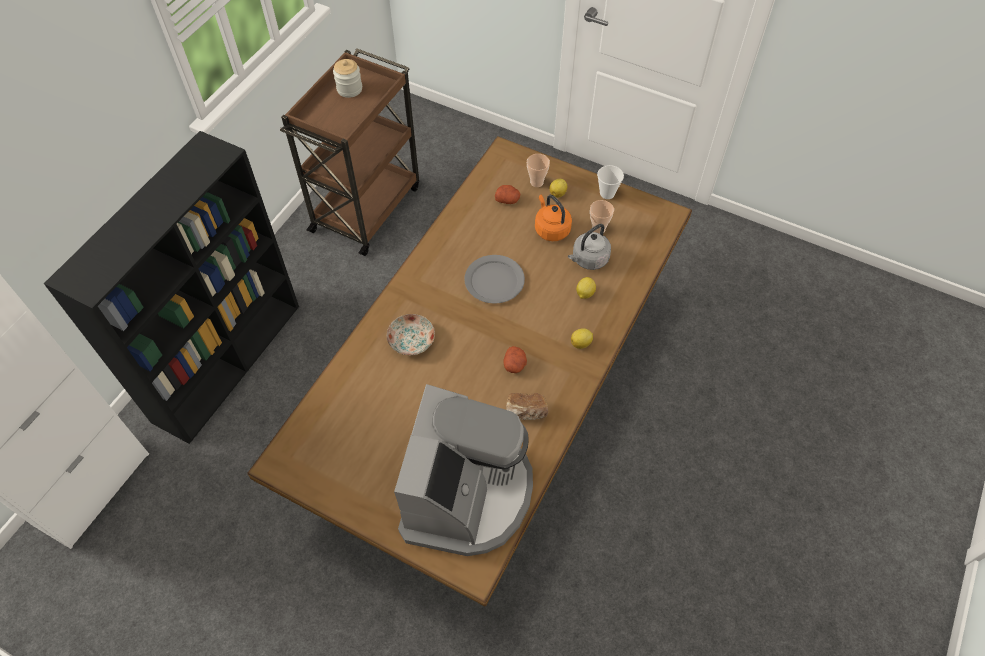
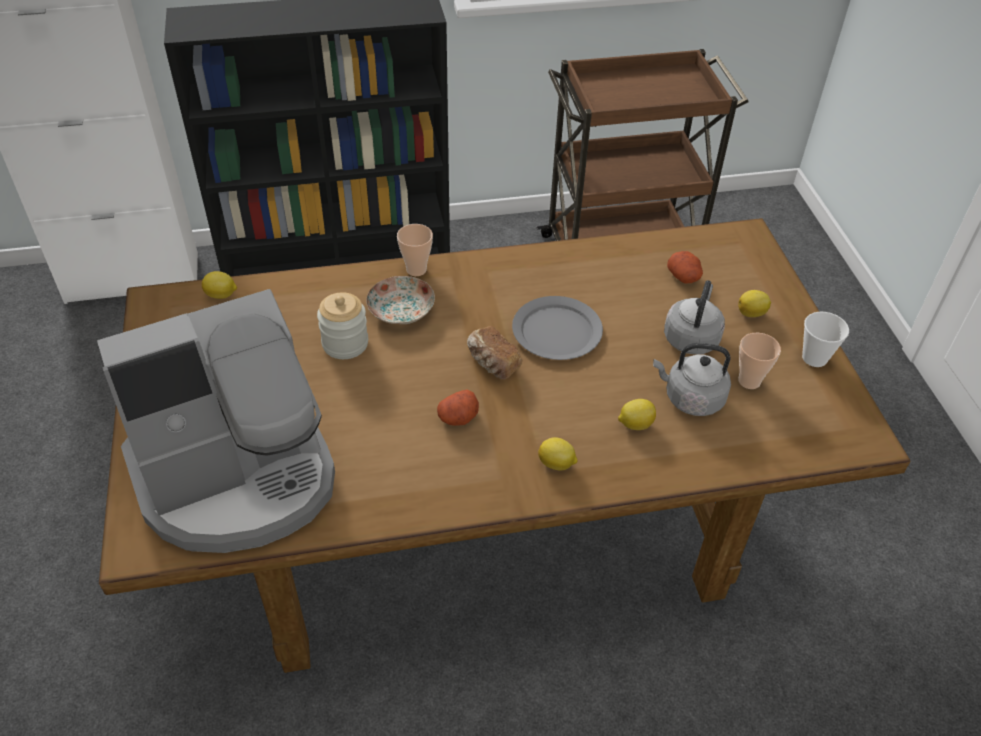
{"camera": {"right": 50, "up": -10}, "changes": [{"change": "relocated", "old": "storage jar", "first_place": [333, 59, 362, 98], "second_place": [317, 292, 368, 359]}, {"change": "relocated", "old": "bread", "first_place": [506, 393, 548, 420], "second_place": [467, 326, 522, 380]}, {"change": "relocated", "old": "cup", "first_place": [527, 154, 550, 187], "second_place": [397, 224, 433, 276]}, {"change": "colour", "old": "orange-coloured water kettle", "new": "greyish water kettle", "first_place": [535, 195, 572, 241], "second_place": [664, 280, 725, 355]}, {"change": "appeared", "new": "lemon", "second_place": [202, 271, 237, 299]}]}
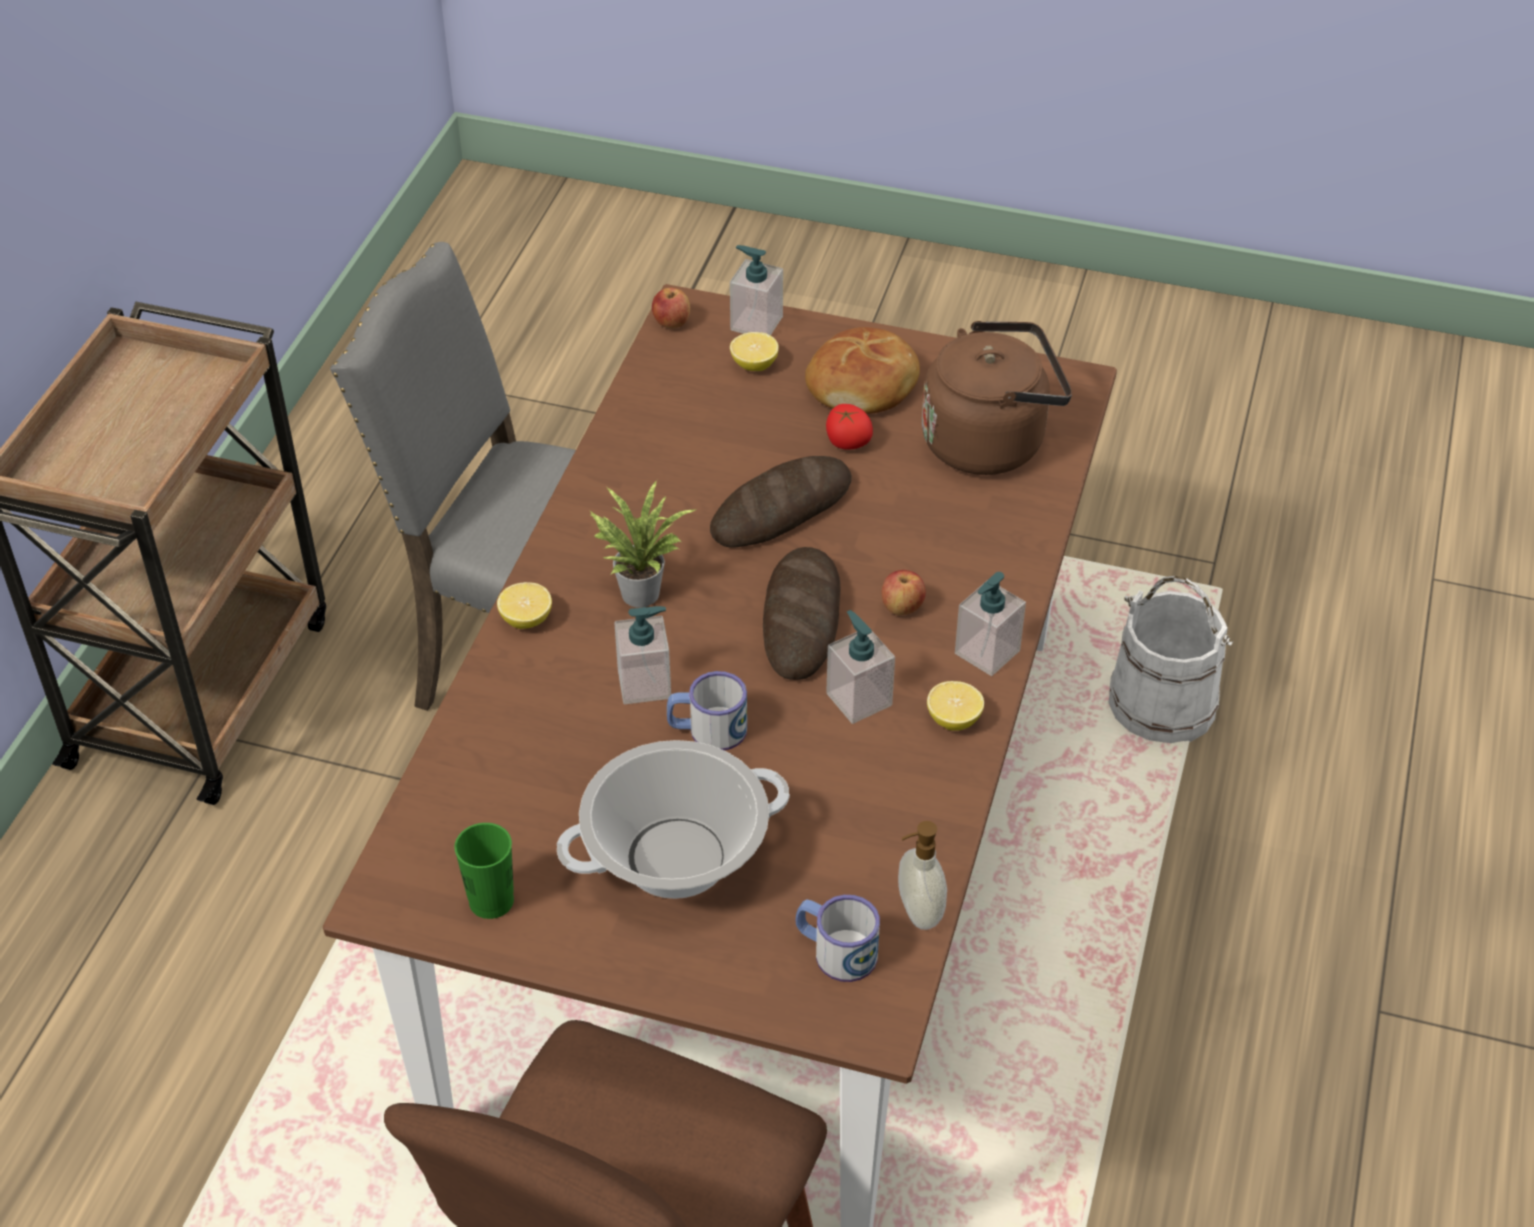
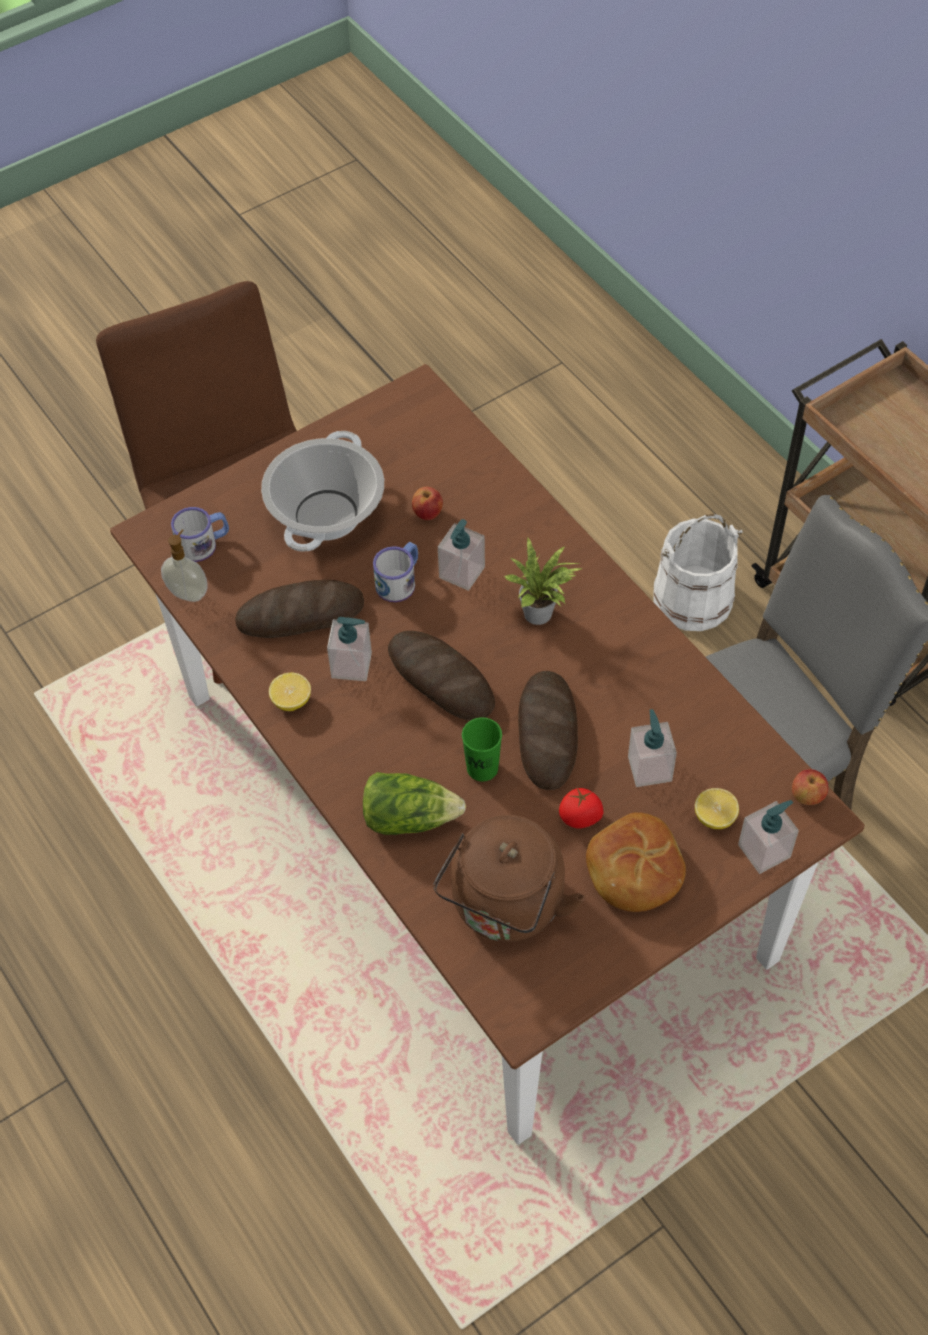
{"camera": {"right": 130, "up": 10}, "changes": [{"change": "relocated", "old": "green cup", "first_place": [454, 823, 514, 919], "second_place": [462, 717, 502, 782]}, {"change": "missing", "old": "lemon", "first_place": [497, 582, 552, 629]}, {"change": "relocated", "old": "whole apple", "first_place": [882, 570, 926, 615], "second_place": [412, 487, 443, 520]}, {"change": "relocated", "old": "soap dispenser", "first_place": [955, 572, 1026, 676], "second_place": [628, 709, 677, 787]}, {"change": "relocated", "old": "whitish pail", "first_place": [1109, 576, 1234, 743], "second_place": [653, 514, 743, 631]}, {"change": "appeared", "new": "bread", "second_place": [235, 580, 364, 638]}, {"change": "appeared", "new": "lettuce", "second_place": [363, 772, 466, 835]}]}
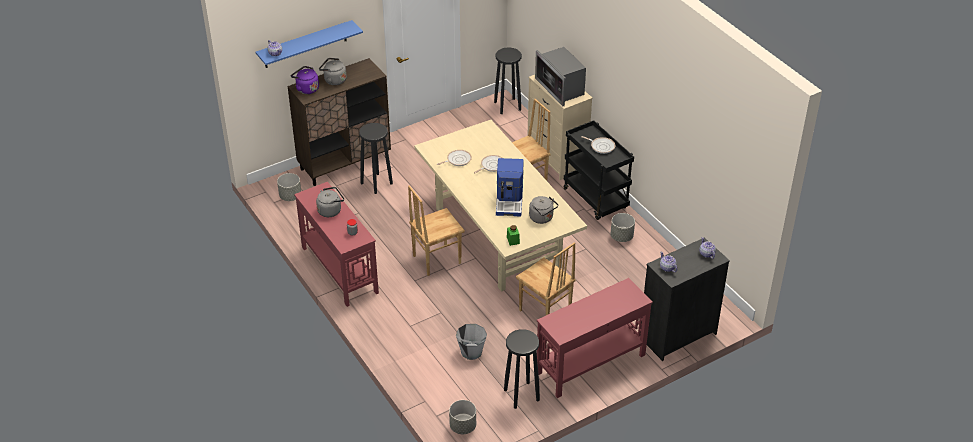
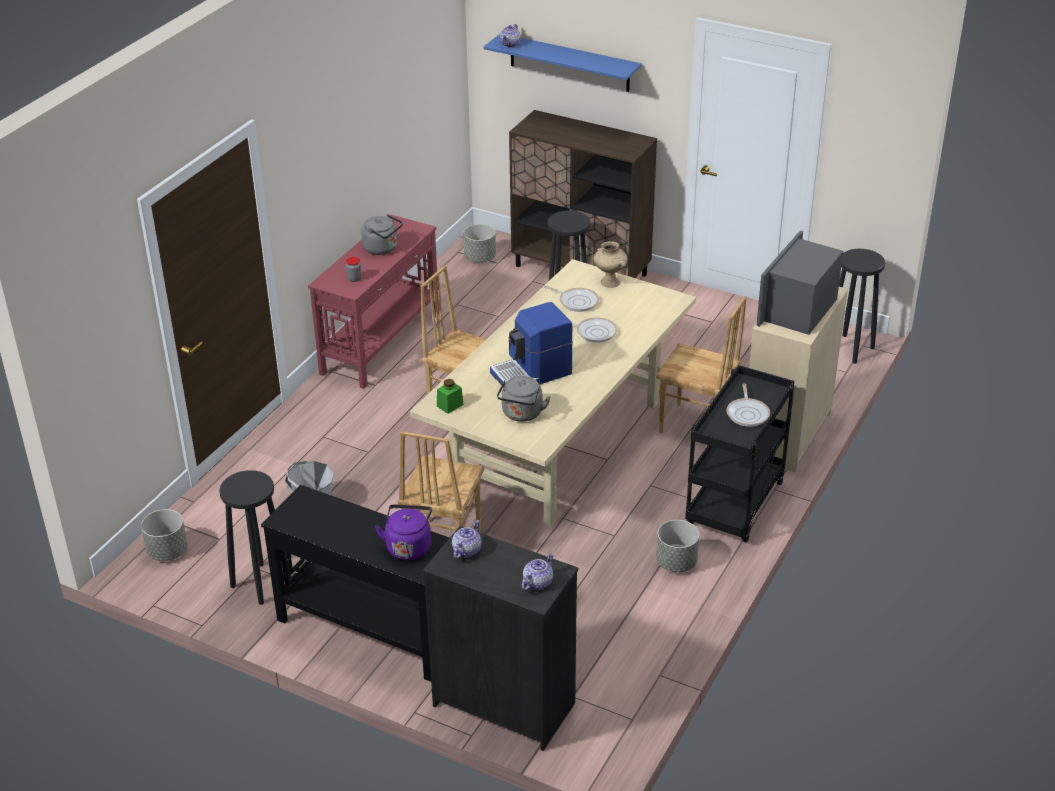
{"camera": {"right": 60, "up": -5}, "changes": [{"change": "relocated", "old": "purple water kettle", "first_place": [291, 66, 319, 94], "second_place": [375, 505, 432, 560]}, {"change": "missing", "old": "greyish water kettle", "first_place": [319, 58, 347, 85]}, {"change": "colour", "old": "red-coloured console table", "new": "blackish console table", "first_place": [537, 278, 653, 398], "second_place": [261, 485, 449, 682]}, {"change": "appeared", "new": "sand-coloured flower vase", "second_place": [593, 241, 628, 288]}]}
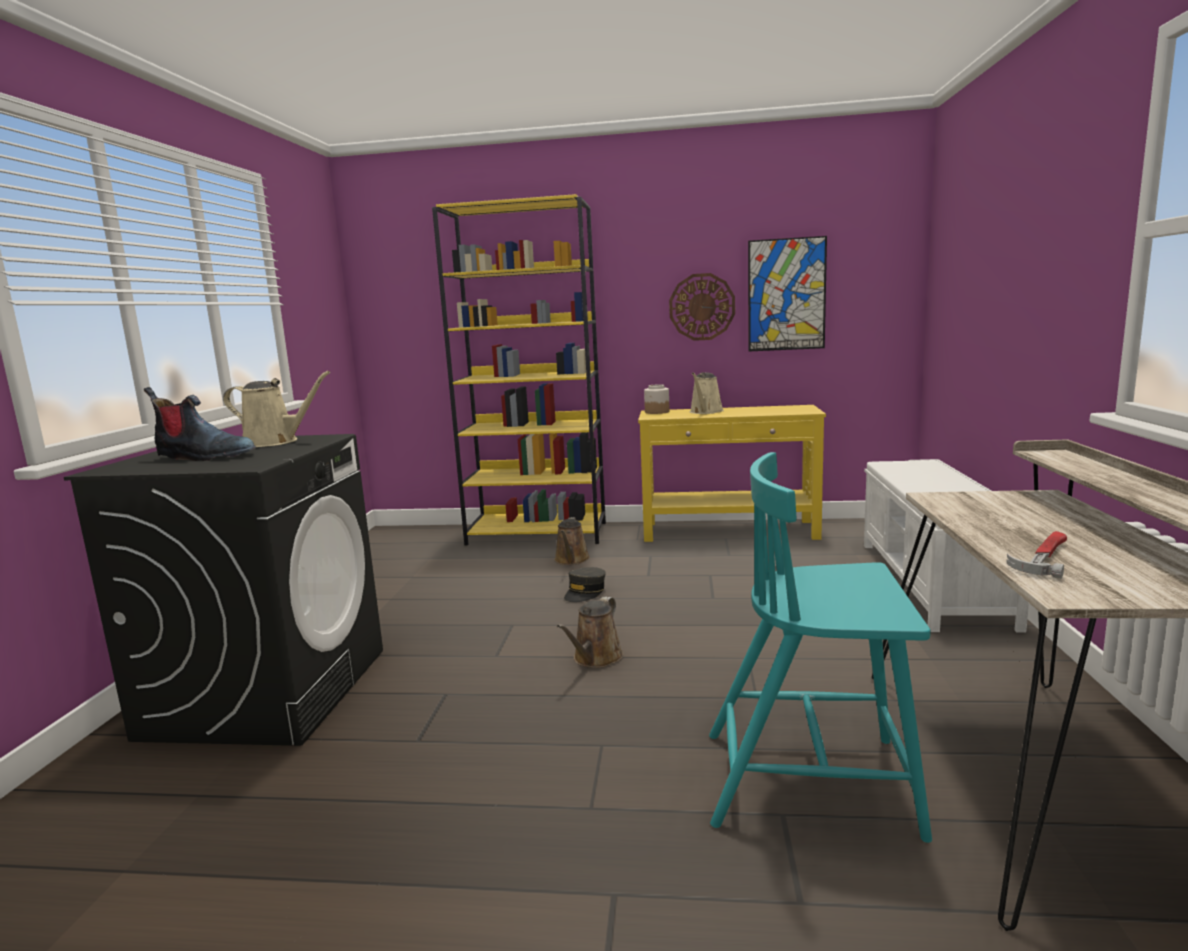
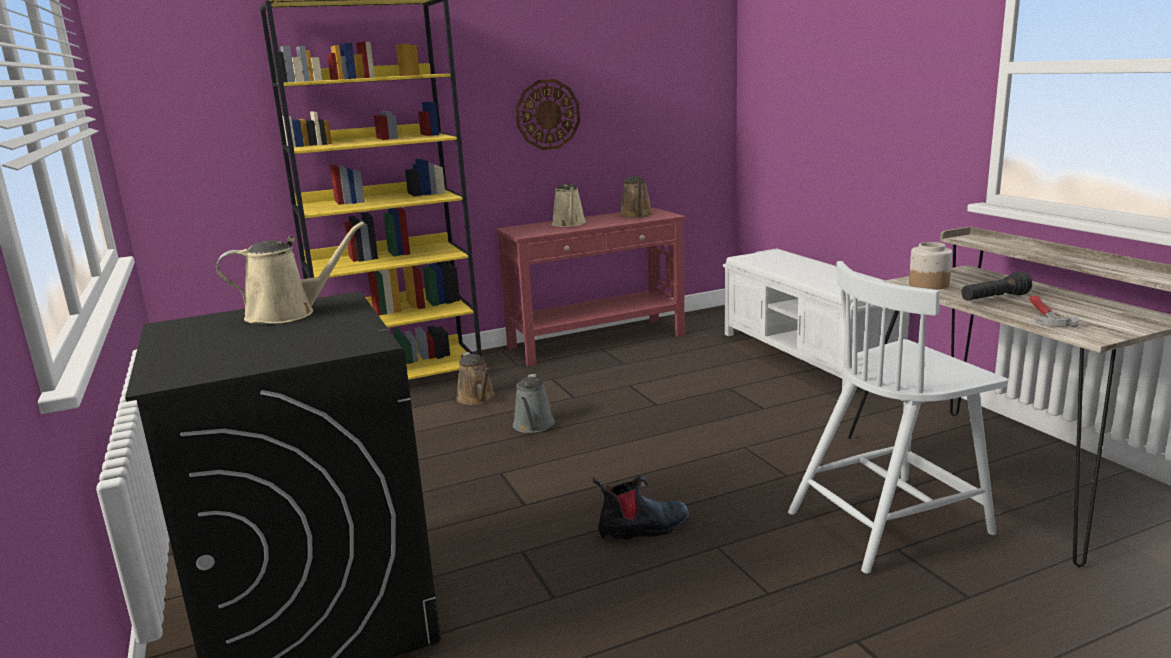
{"camera": {"right": -30, "up": 5}, "changes": [{"change": "relocated", "old": "boot", "first_place": [144, 387, 256, 461], "second_place": [592, 476, 689, 539]}, {"change": "relocated", "old": "brown watering can", "first_place": [557, 596, 624, 668], "second_place": [620, 176, 653, 218]}, {"change": "exchanged", "old": "greyish baseball cap", "new": "greyish watering can", "first_place": [564, 567, 606, 602], "second_place": [513, 374, 555, 433]}, {"change": "colour", "old": "yellowish console table", "new": "red-coloured console table", "first_place": [638, 405, 826, 542], "second_place": [496, 208, 685, 366]}, {"change": "relocated", "old": "storage jar", "first_place": [644, 384, 669, 414], "second_place": [909, 242, 952, 290]}, {"change": "colour", "old": "turquoise-coloured upright chair", "new": "whitish upright chair", "first_place": [709, 452, 932, 843], "second_place": [788, 261, 1008, 574]}, {"change": "missing", "old": "wall picture", "first_place": [748, 236, 827, 351]}, {"change": "appeared", "new": "blackish hand torch", "second_place": [961, 271, 1032, 301]}]}
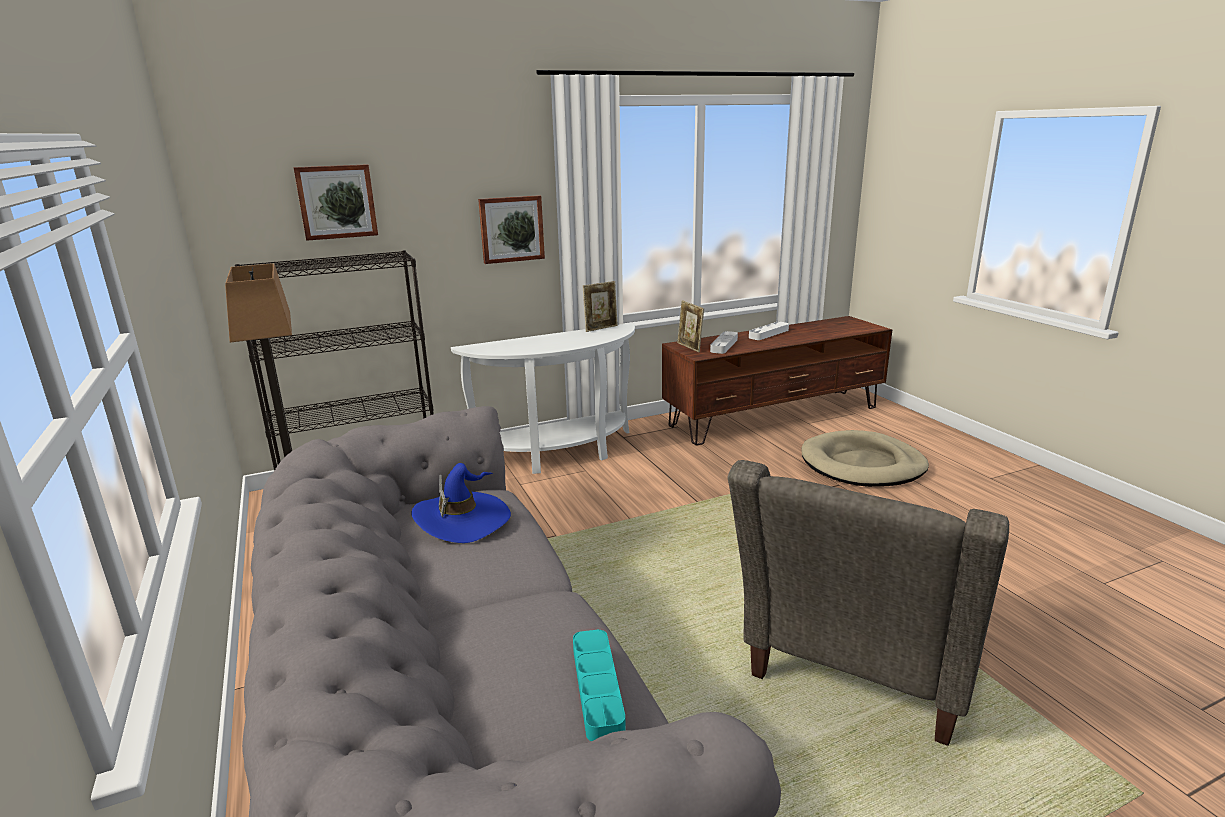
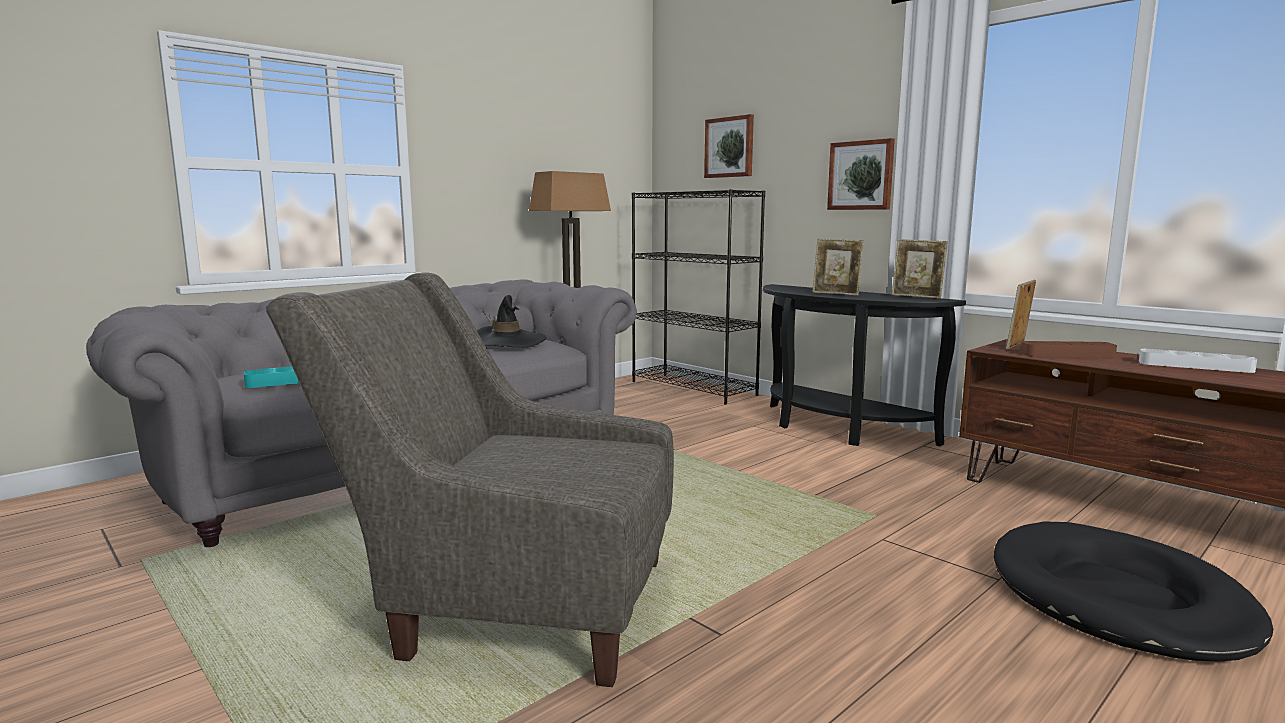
{"camera": {"right": 70, "up": -10}, "changes": [{"change": "colour", "old": "bluish hat", "new": "blackish hat", "first_place": [412, 463, 511, 543], "second_place": [477, 295, 546, 348]}, {"change": "colour", "old": "whitish console table", "new": "blackish console table", "first_place": [451, 323, 635, 474], "second_place": [763, 284, 966, 446]}, {"change": "colour", "old": "greyish tray", "new": "brown tray", "first_place": [710, 331, 738, 354], "second_place": [1020, 341, 1117, 357]}, {"change": "colour", "old": "sand-coloured dog cushion", "new": "blackish dog cushion", "first_place": [802, 430, 929, 487], "second_place": [994, 521, 1273, 662]}, {"change": "appeared", "new": "picture frame", "second_place": [813, 238, 864, 296]}]}
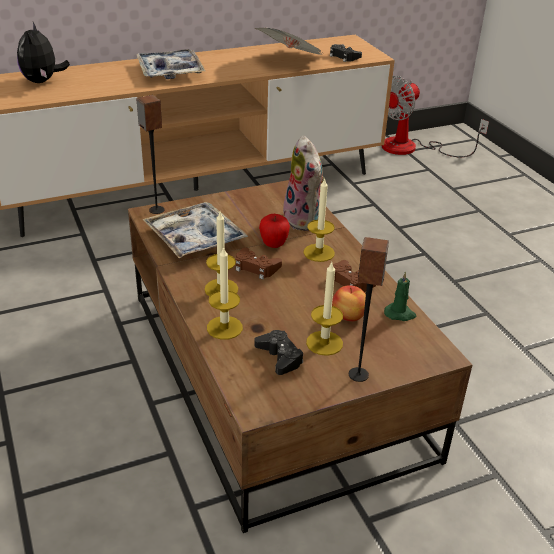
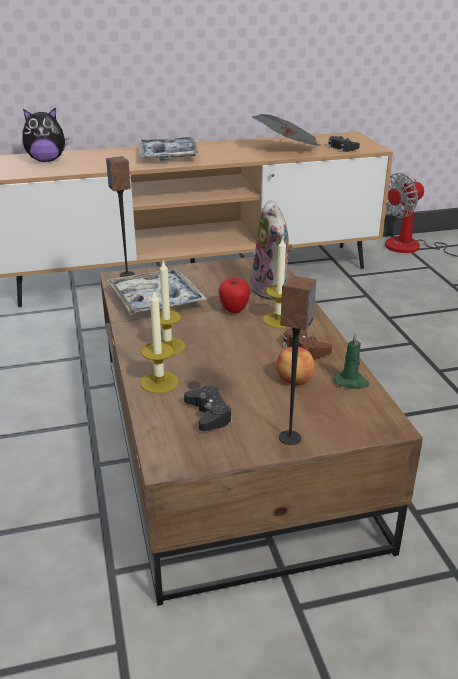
{"camera": {"right": 10, "up": -5}, "changes": [{"change": "spun", "old": "cuddly toy", "first_place": [17, 22, 70, 83], "second_place": [22, 108, 69, 162], "degrees": -105}, {"change": "missing", "old": "brown joypad", "first_place": [236, 247, 282, 279]}, {"change": "missing", "old": "wax candle", "first_place": [306, 262, 343, 356]}]}
